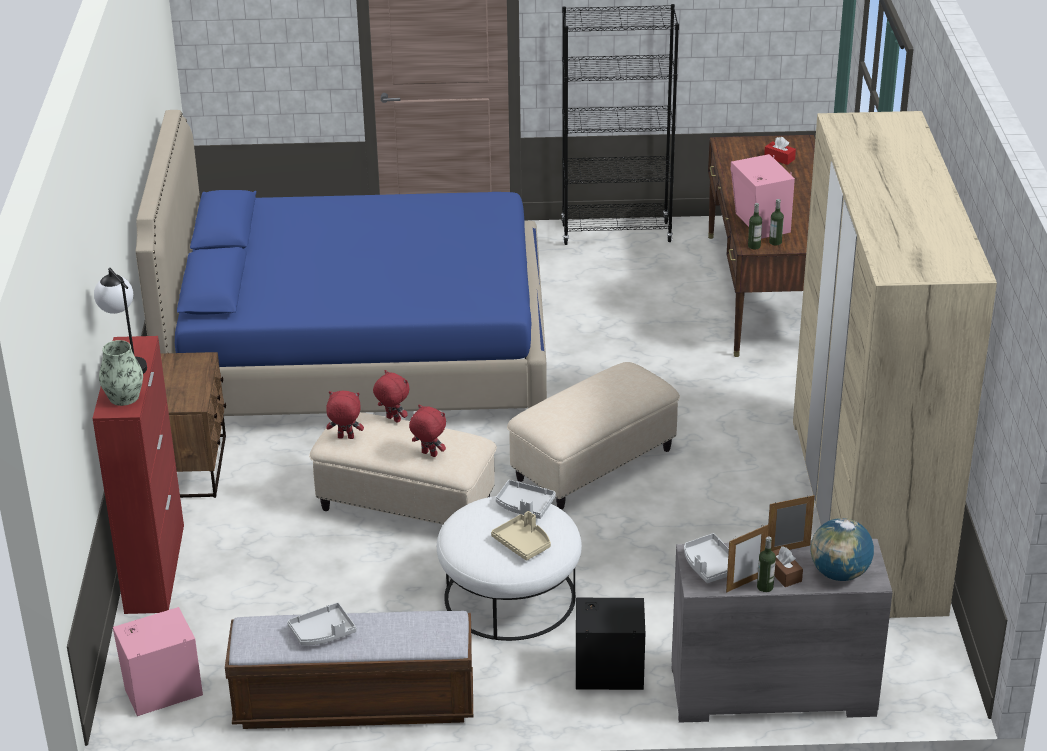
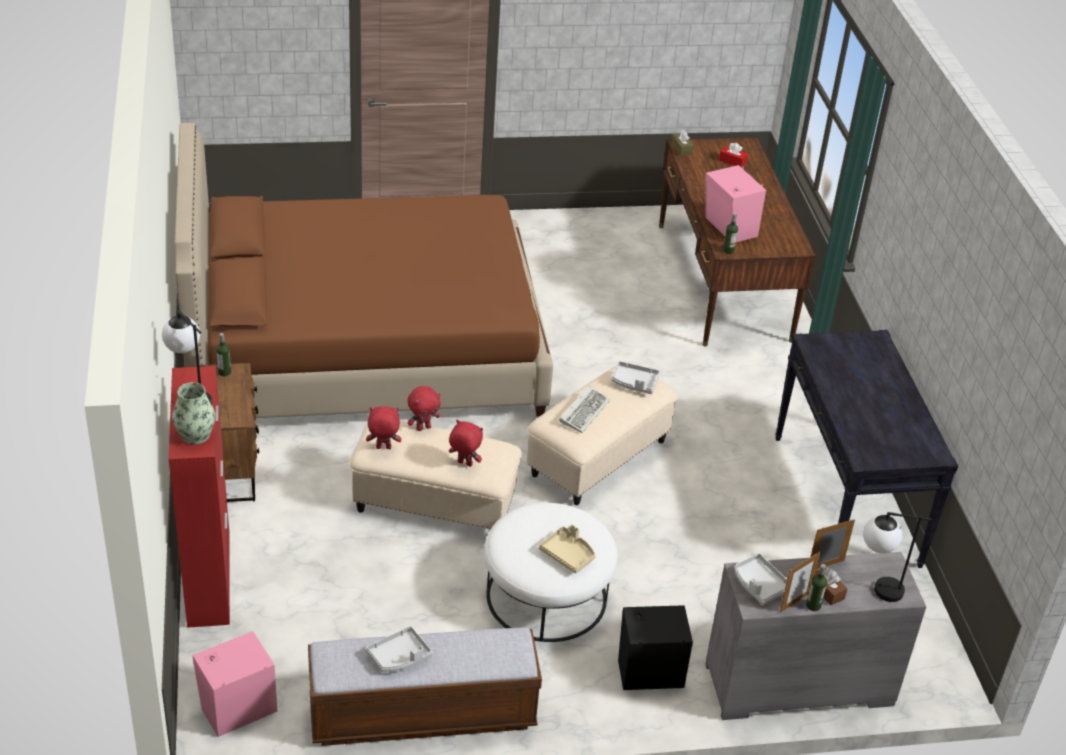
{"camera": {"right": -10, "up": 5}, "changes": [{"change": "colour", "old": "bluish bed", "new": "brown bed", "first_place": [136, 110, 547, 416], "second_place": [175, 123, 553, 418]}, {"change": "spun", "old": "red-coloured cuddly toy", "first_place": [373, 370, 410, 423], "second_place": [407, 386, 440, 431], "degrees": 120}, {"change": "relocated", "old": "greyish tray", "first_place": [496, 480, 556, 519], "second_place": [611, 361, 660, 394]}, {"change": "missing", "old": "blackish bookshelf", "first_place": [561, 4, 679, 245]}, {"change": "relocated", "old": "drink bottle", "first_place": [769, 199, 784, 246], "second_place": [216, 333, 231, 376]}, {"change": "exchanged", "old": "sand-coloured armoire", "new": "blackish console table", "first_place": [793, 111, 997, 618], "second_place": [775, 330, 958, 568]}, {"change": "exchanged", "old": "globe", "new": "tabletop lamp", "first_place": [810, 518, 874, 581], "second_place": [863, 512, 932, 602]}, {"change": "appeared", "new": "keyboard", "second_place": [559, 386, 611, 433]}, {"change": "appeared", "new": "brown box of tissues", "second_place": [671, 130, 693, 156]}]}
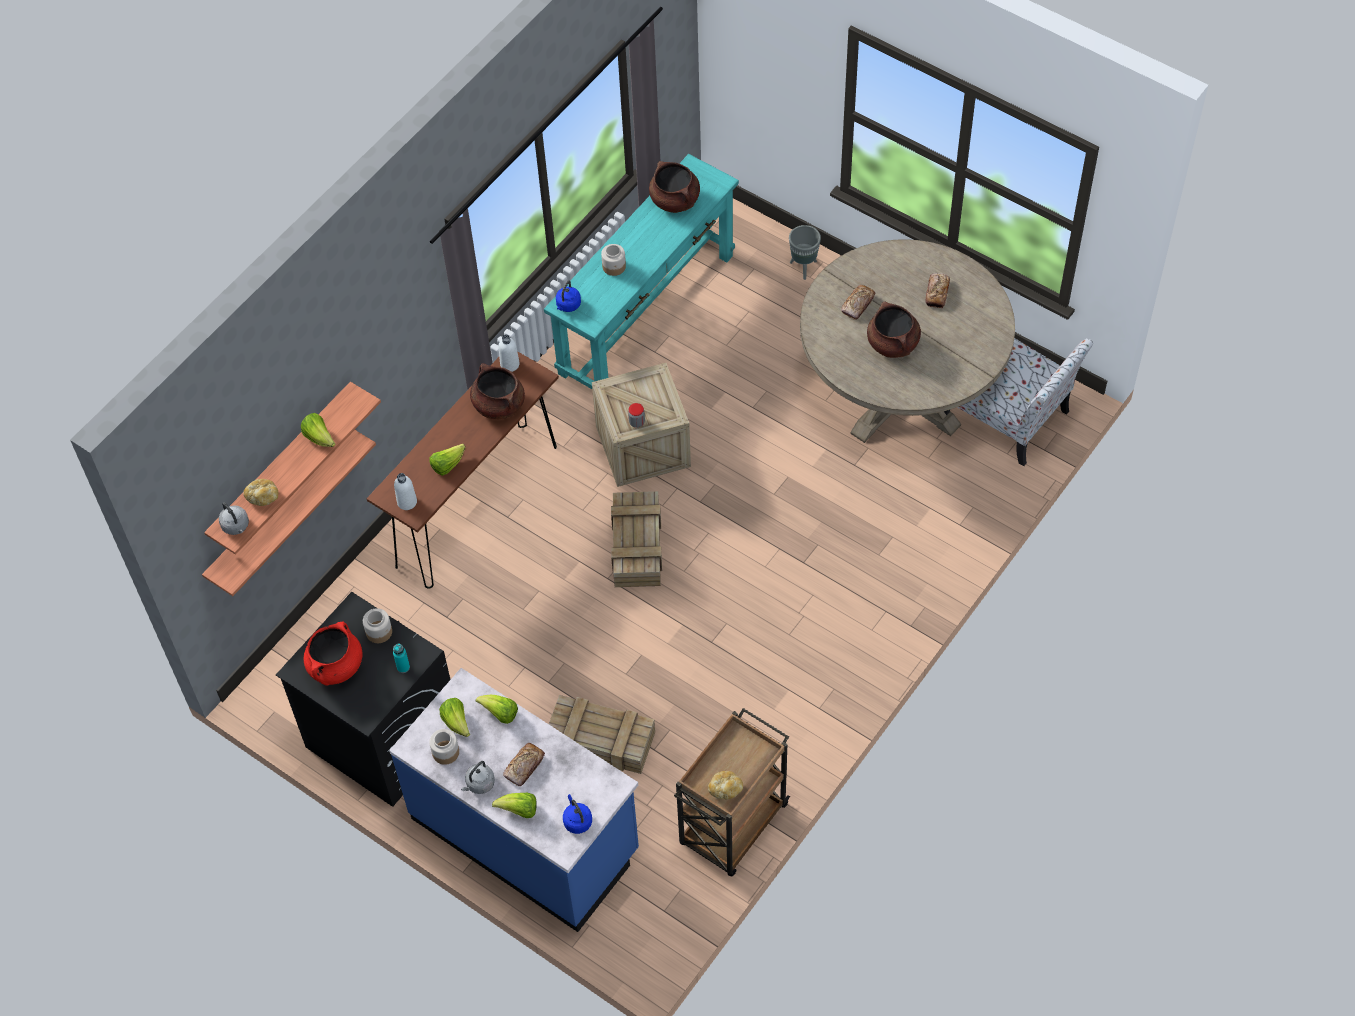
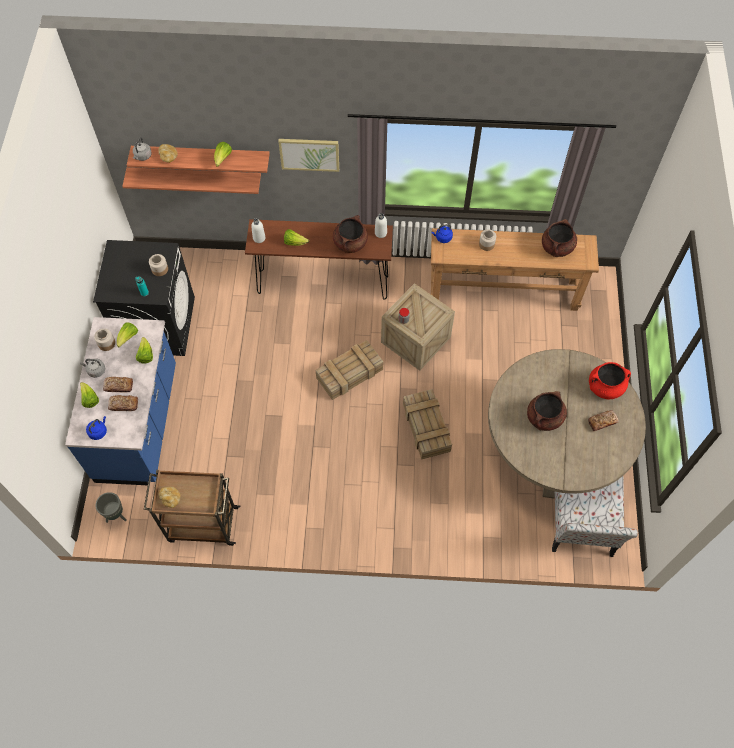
{"camera": {"right": 55, "up": 5}, "changes": [{"change": "relocated", "old": "red-coloured stockpot", "first_place": [304, 622, 363, 685], "second_place": [589, 362, 631, 399]}, {"change": "colour", "old": "turquoise-coloured console table", "new": "brown console table", "first_place": [544, 154, 739, 389], "second_place": [431, 228, 599, 311]}, {"change": "relocated", "old": "crate", "first_place": [549, 695, 655, 774], "second_place": [403, 389, 452, 460]}, {"change": "relocated", "old": "greyish plant pot", "first_place": [789, 225, 821, 280], "second_place": [95, 492, 127, 523]}, {"change": "relocated", "old": "bread", "first_place": [841, 285, 876, 320], "second_place": [108, 395, 138, 411]}, {"change": "appeared", "new": "wall picture", "second_place": [278, 139, 339, 172]}]}
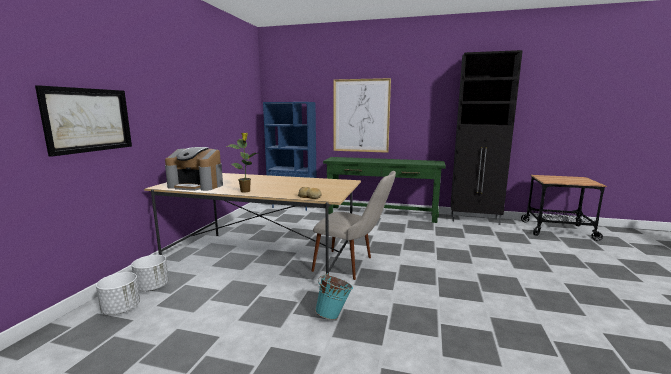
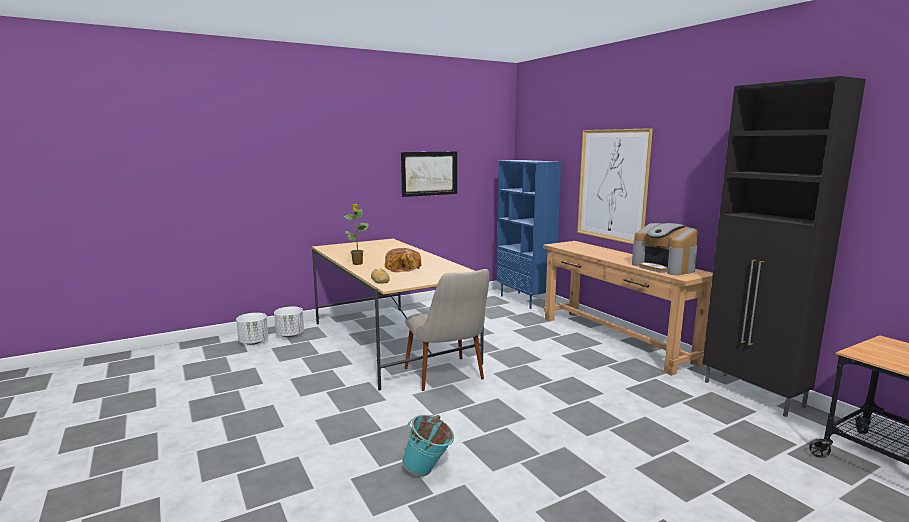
{"camera": {"right": 45, "up": 0}, "changes": [{"change": "relocated", "old": "wall picture", "first_place": [35, 85, 132, 157], "second_place": [401, 152, 457, 197]}, {"change": "relocated", "old": "coffee brewer", "first_place": [165, 147, 223, 191], "second_place": [632, 223, 698, 275]}, {"change": "relocated", "old": "turquoise-coloured pail", "first_place": [315, 273, 353, 320], "second_place": [402, 415, 454, 476]}, {"change": "colour", "old": "green console table", "new": "brown console table", "first_place": [323, 157, 446, 223], "second_place": [543, 241, 713, 376]}, {"change": "appeared", "new": "bread", "second_place": [384, 248, 421, 273]}]}
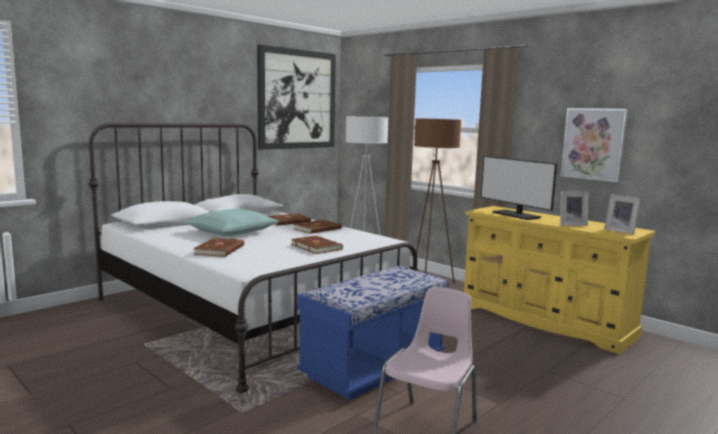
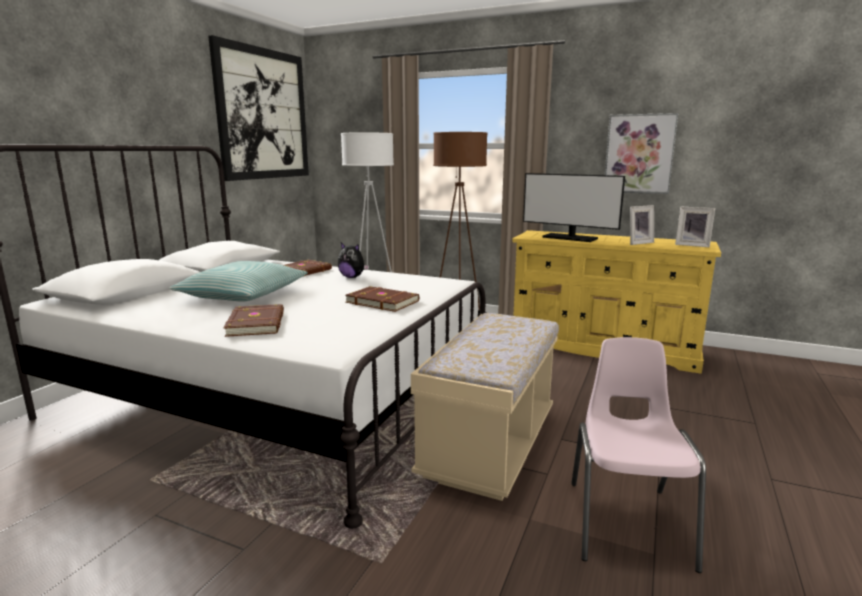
{"camera": {"right": -20, "up": 5}, "changes": [{"change": "exchanged", "old": "brown bound book", "new": "cuddly toy", "first_place": [294, 220, 342, 234], "second_place": [338, 243, 369, 278]}, {"change": "colour", "old": "bluish bench", "new": "sand-coloured bench", "first_place": [297, 266, 448, 400], "second_place": [411, 313, 559, 501]}]}
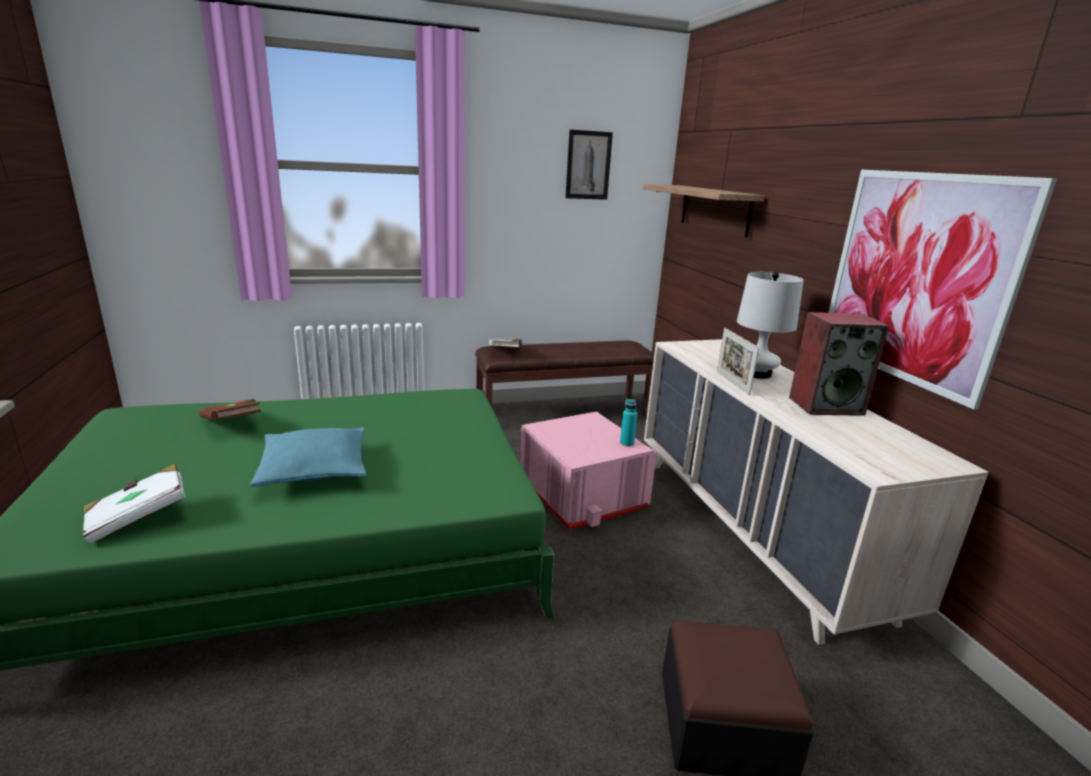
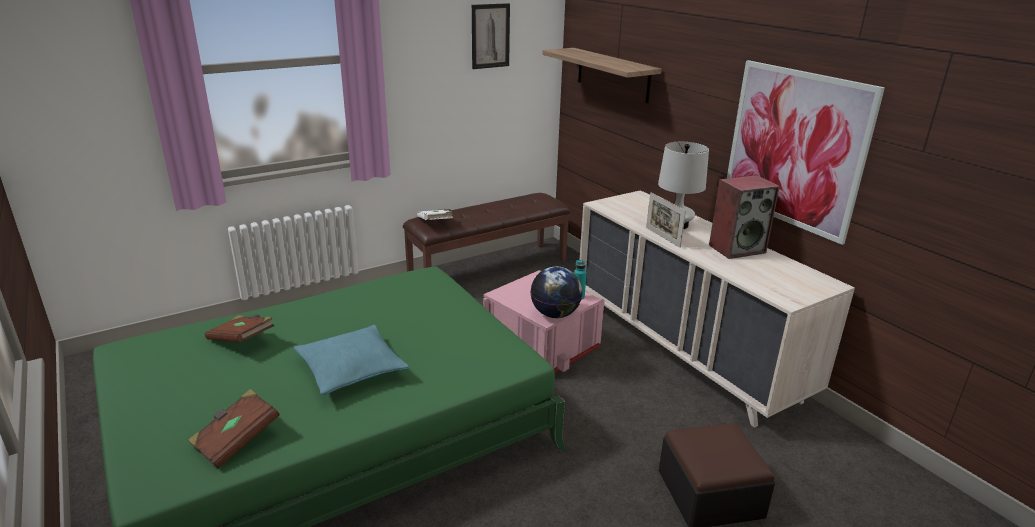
{"camera": {"right": -15, "up": 5}, "changes": [{"change": "colour", "old": "whitish bound book", "new": "brown bound book", "first_place": [83, 464, 185, 544], "second_place": [188, 389, 280, 468]}, {"change": "appeared", "new": "globe", "second_place": [530, 266, 582, 318]}]}
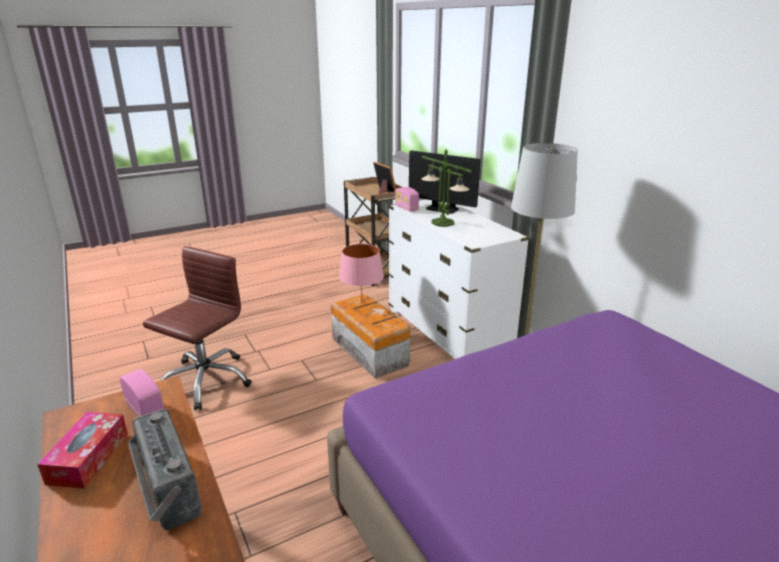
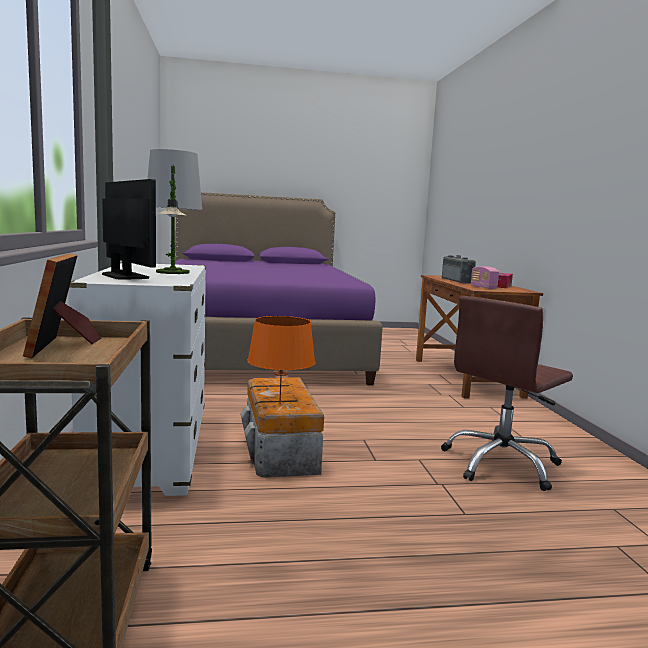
{"camera": {"right": -160, "up": -15}, "changes": [{"change": "colour", "old": "pink-coloured tabletop lamp", "new": "orange-coloured tabletop lamp", "first_place": [339, 244, 384, 295], "second_place": [247, 316, 315, 404]}, {"change": "missing", "old": "radio set", "first_place": [395, 187, 419, 212]}]}
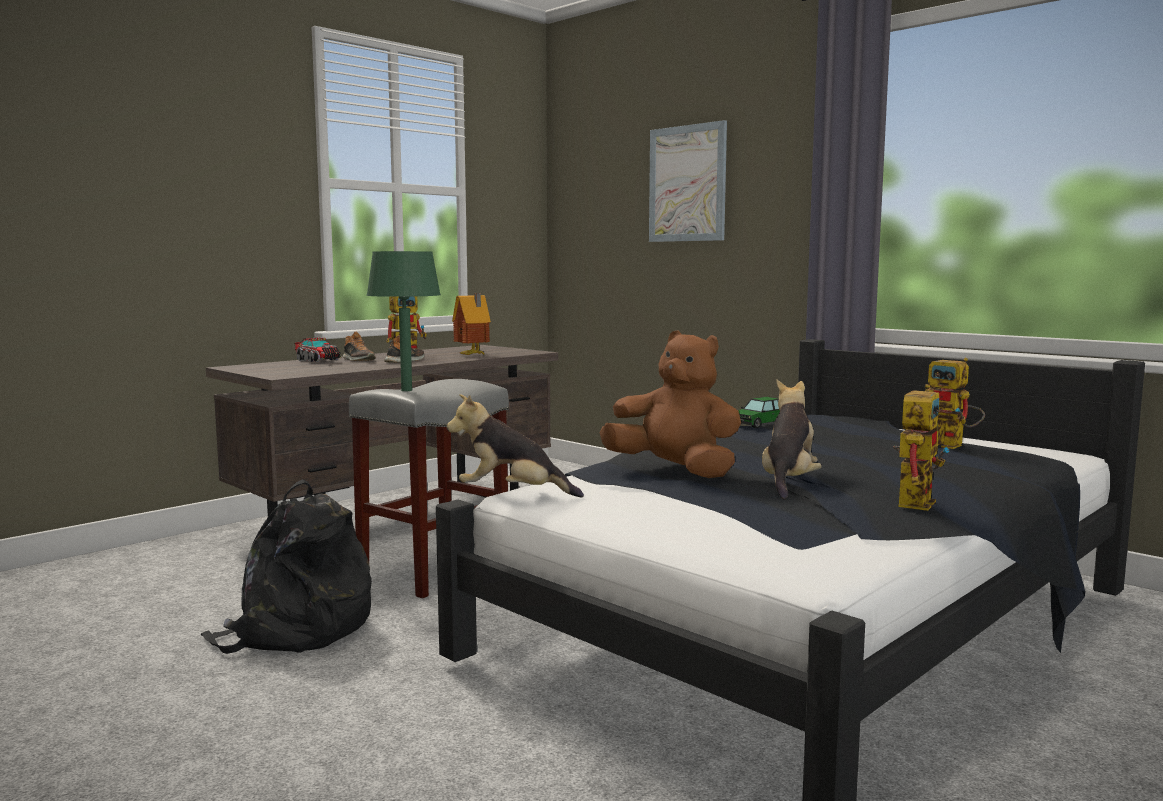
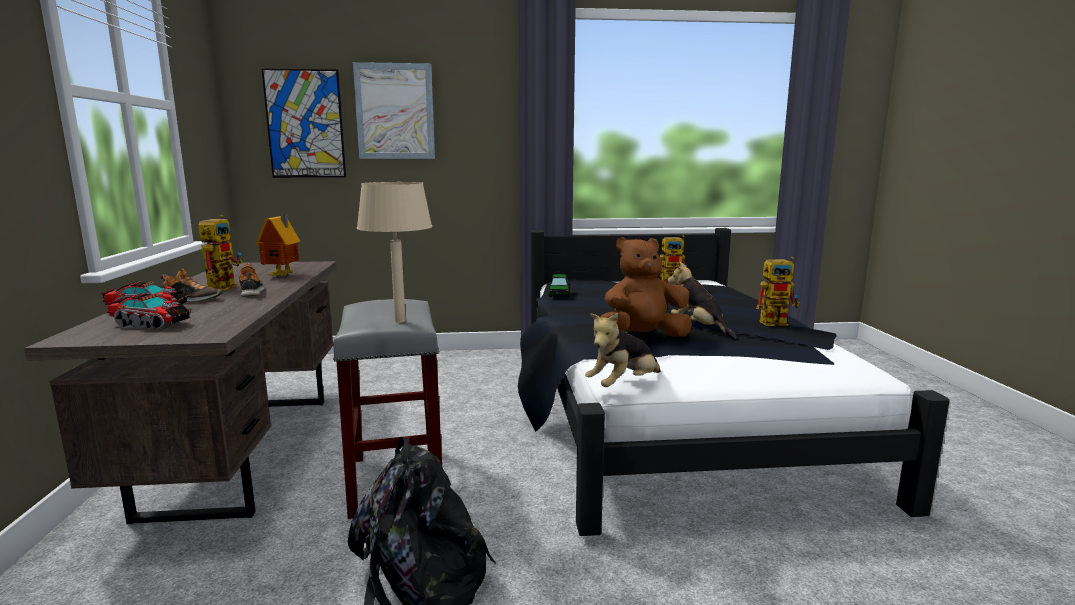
{"camera": {"right": -50, "up": 5}, "changes": [{"change": "colour", "old": "green tabletop lamp", "new": "sand-coloured tabletop lamp", "first_place": [366, 251, 441, 391], "second_place": [357, 182, 432, 323]}, {"change": "spun", "old": "toy robot", "first_place": [893, 384, 949, 511], "second_place": [756, 257, 800, 326], "degrees": 105}, {"change": "appeared", "new": "model truck", "second_place": [105, 293, 191, 328]}, {"change": "appeared", "new": "wall picture", "second_place": [262, 69, 346, 178]}]}
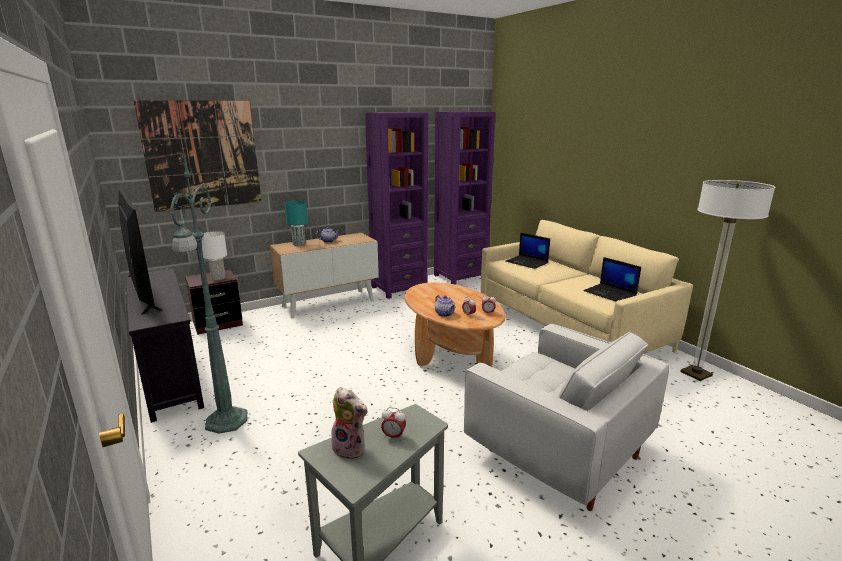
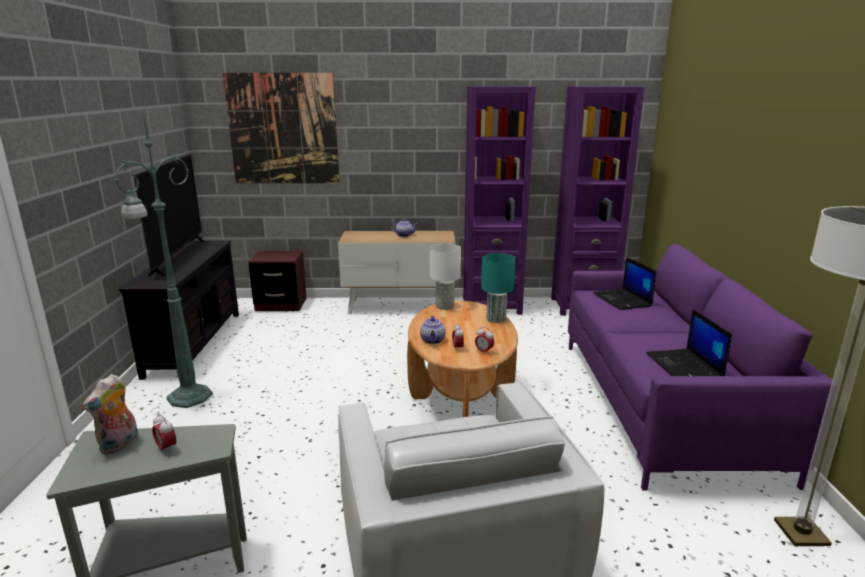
{"camera": {"right": 30, "up": 0}, "changes": [{"change": "relocated", "old": "whitish tabletop lamp", "first_place": [202, 231, 227, 280], "second_place": [430, 244, 461, 310]}, {"change": "relocated", "old": "turquoise-coloured tabletop lamp", "first_place": [284, 201, 308, 246], "second_place": [481, 253, 515, 323]}, {"change": "spun", "old": "cuddly toy", "first_place": [331, 387, 367, 460], "second_place": [82, 374, 139, 454], "degrees": 60}, {"change": "colour", "old": "sand-coloured sofa", "new": "purple sofa", "first_place": [481, 220, 693, 354], "second_place": [568, 244, 833, 491]}]}
